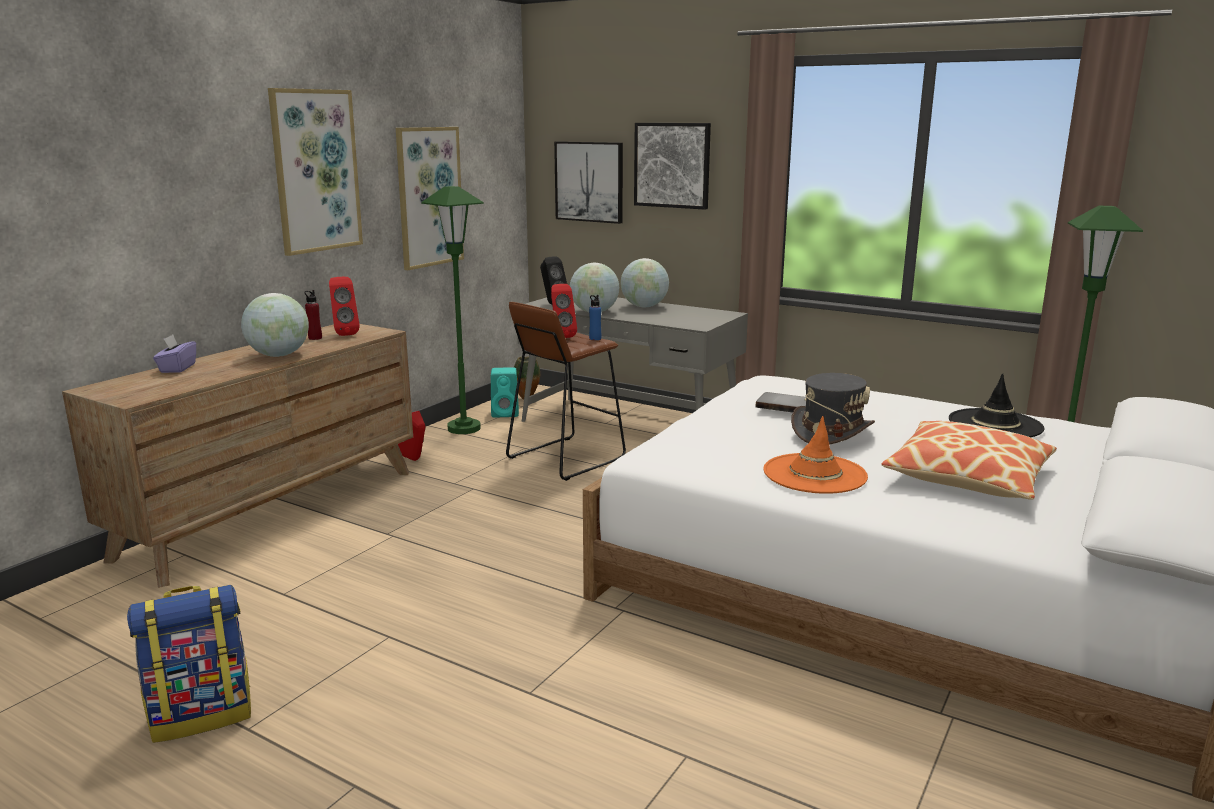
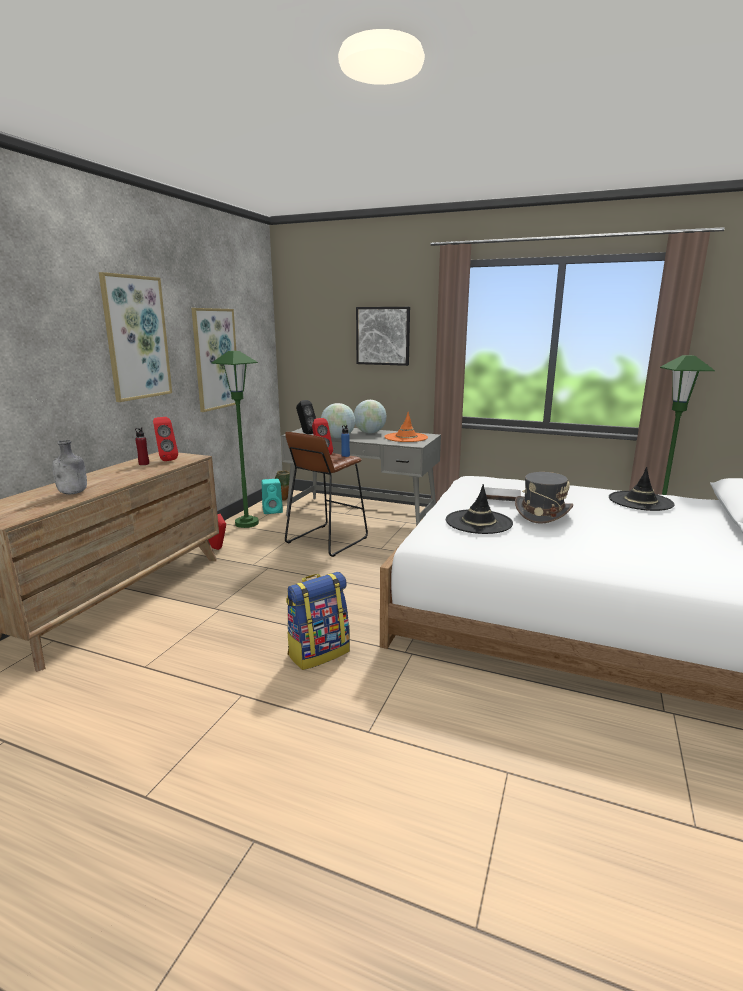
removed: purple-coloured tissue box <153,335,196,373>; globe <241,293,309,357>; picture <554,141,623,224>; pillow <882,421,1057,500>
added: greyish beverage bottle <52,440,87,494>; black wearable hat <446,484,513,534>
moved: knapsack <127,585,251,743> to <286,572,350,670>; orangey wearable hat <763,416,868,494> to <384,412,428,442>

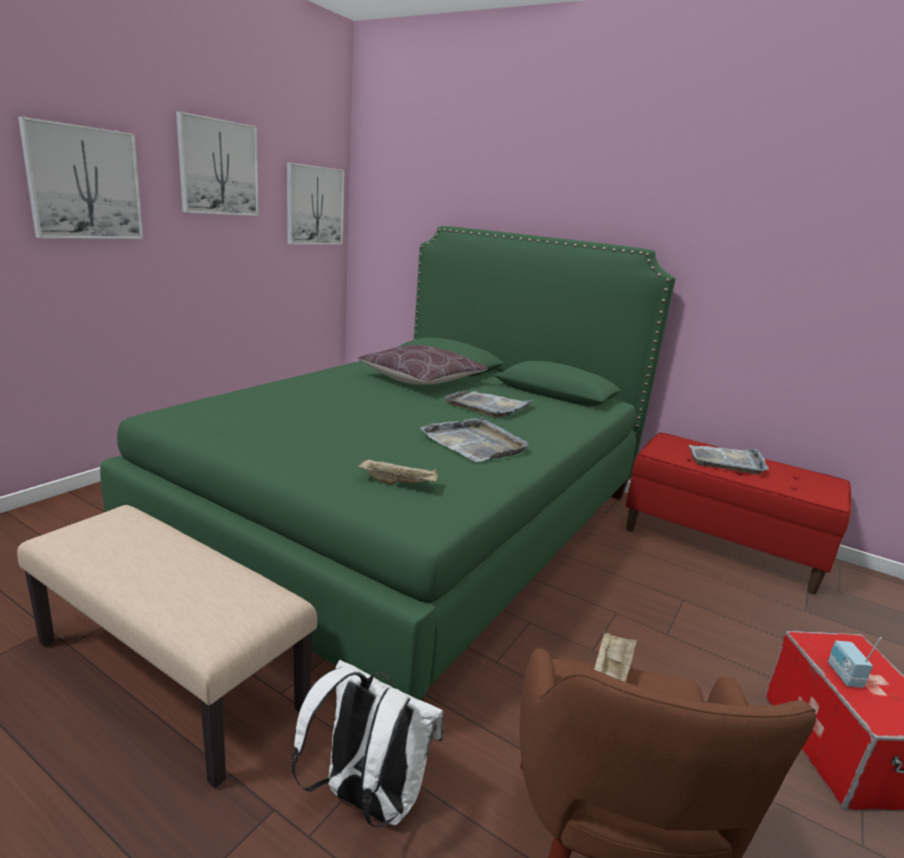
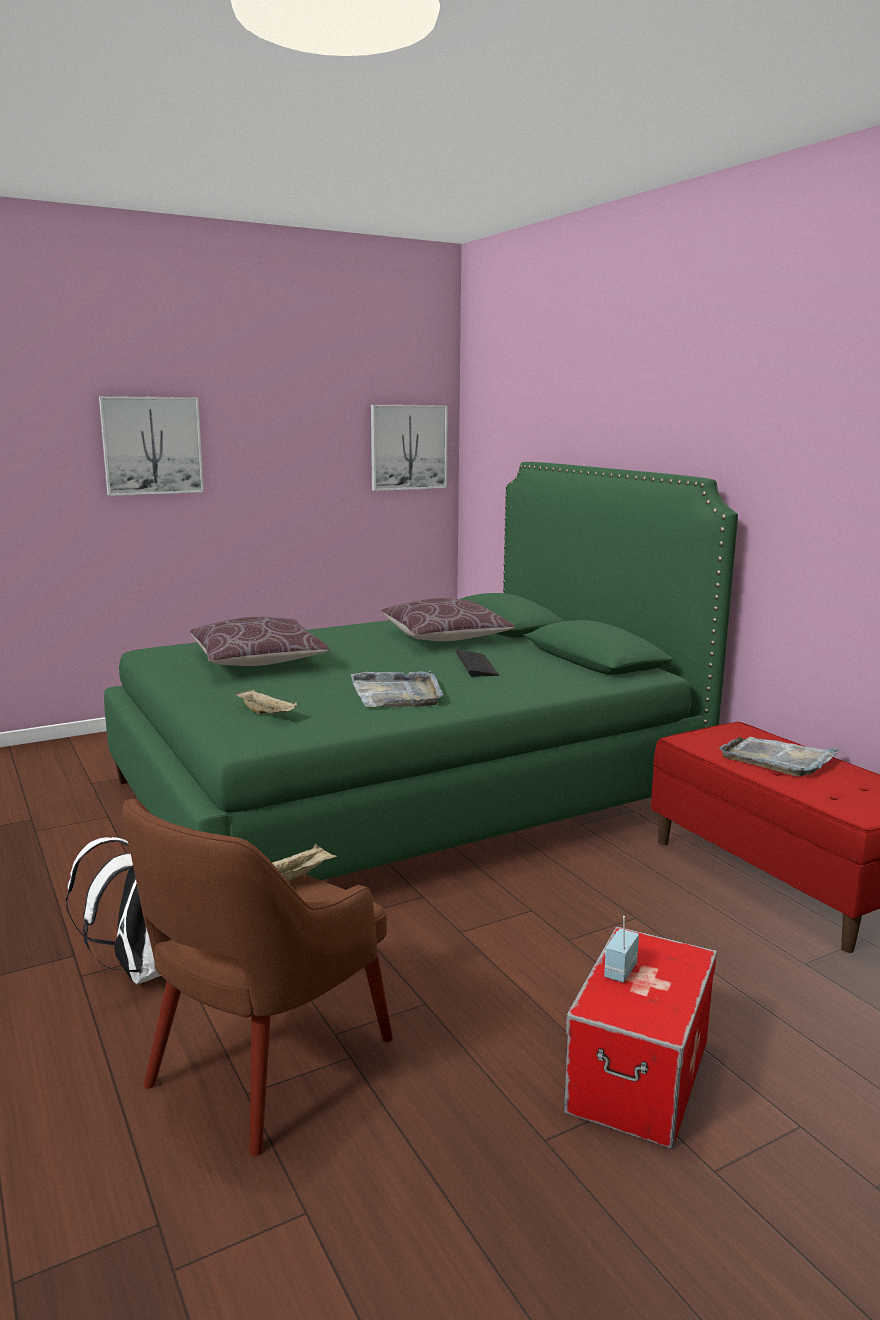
removed: sand-coloured bench <17,505,317,788>; picture <176,111,259,216>
added: brownish pillow <190,617,329,666>
replaced: greyish serving tray <444,390,533,418> to PC keyboard <455,650,499,677>

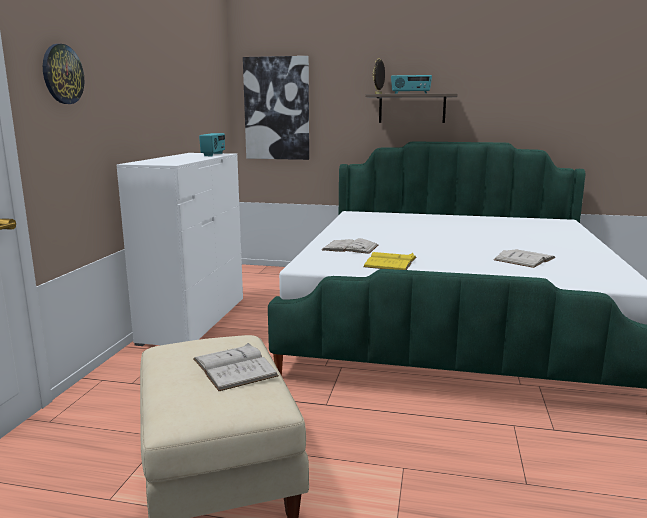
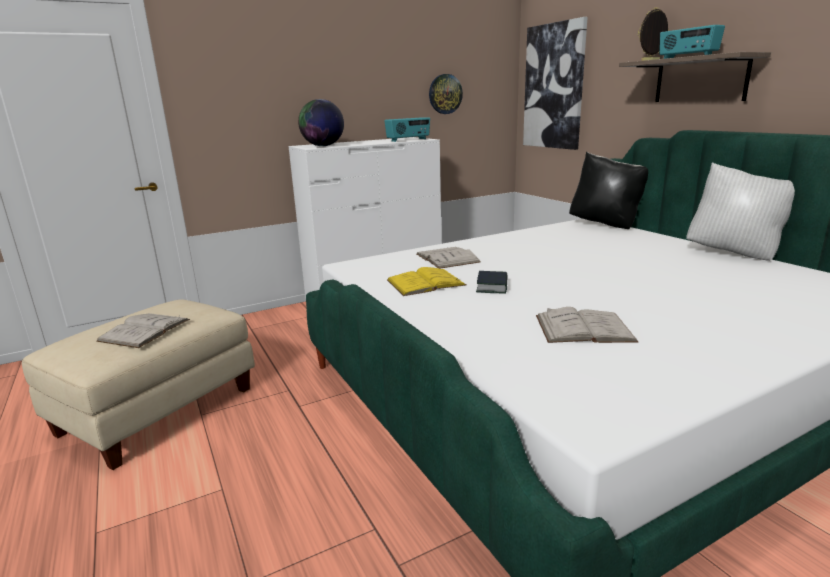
added: globe <298,99,344,146>; bound book <476,271,508,294>; black pillow <569,152,648,229>; white pillow <686,162,795,261>
moved: hanging clock <43,44,84,104> to <429,74,463,114>

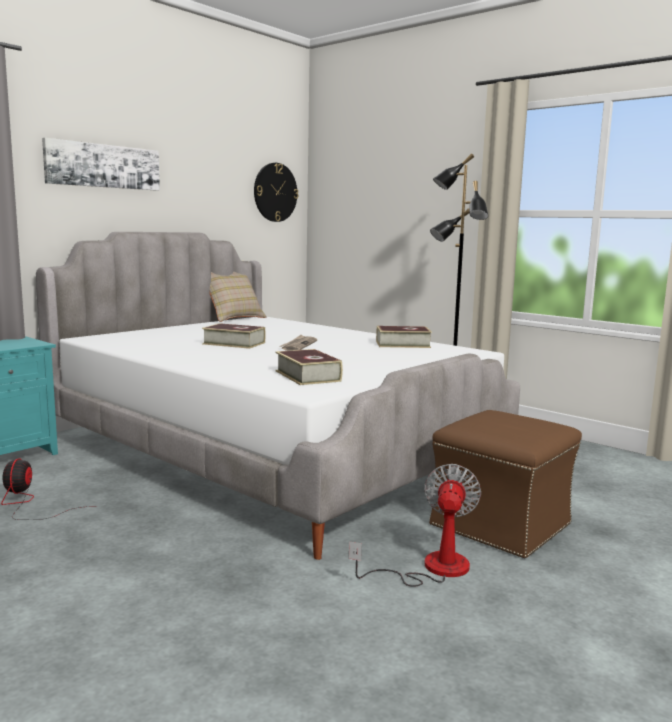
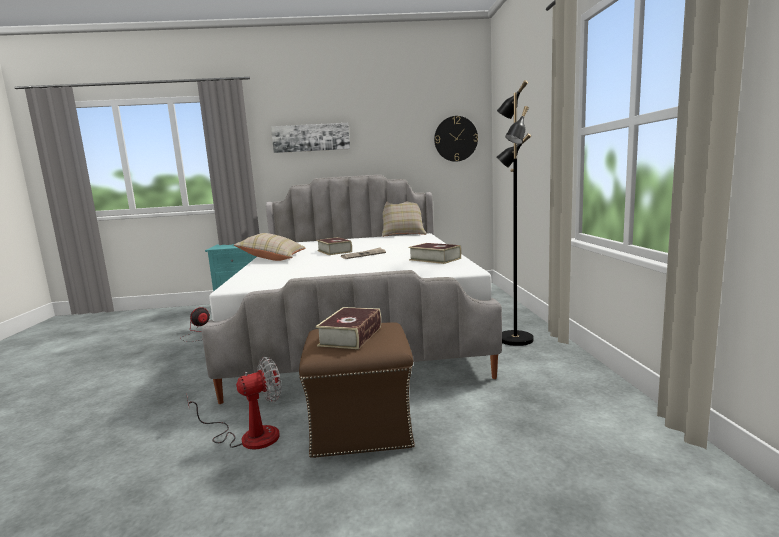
added: sand-coloured pillow <234,233,306,261>
moved: bound book <275,349,343,385> to <315,307,381,349>

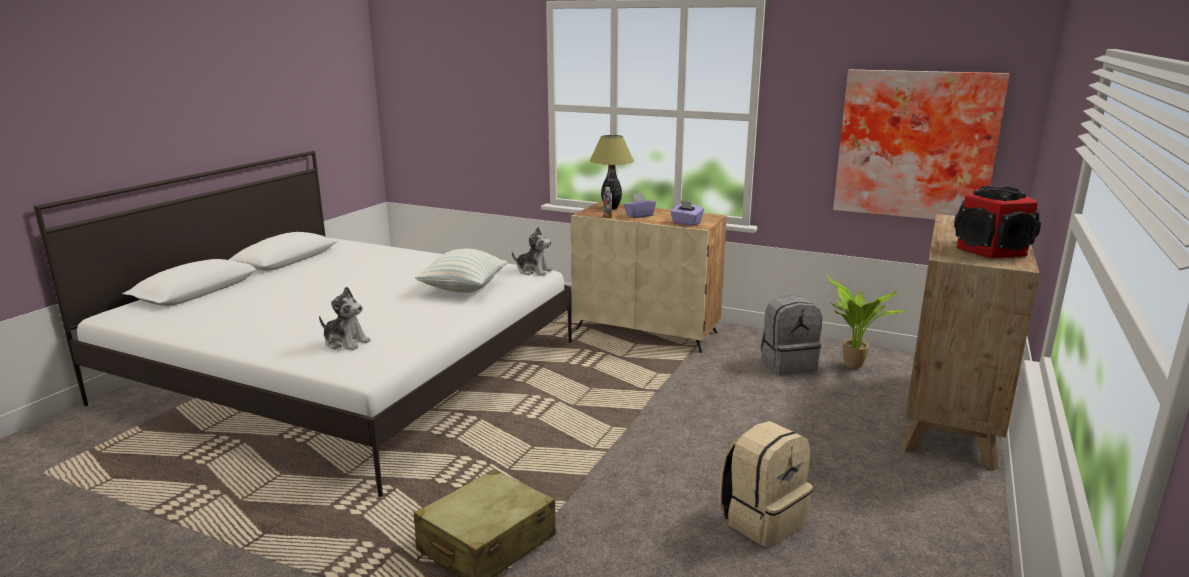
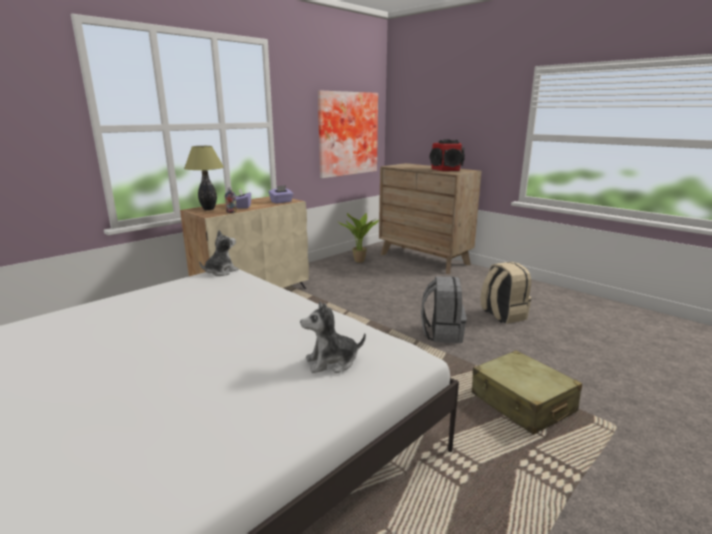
removed: pillow <415,249,507,293>
moved: greyish knapsack <760,295,822,375> to <421,276,467,343>
turned: plush toy <319,286,371,350> = <300,301,366,373> 150 degrees counterclockwise

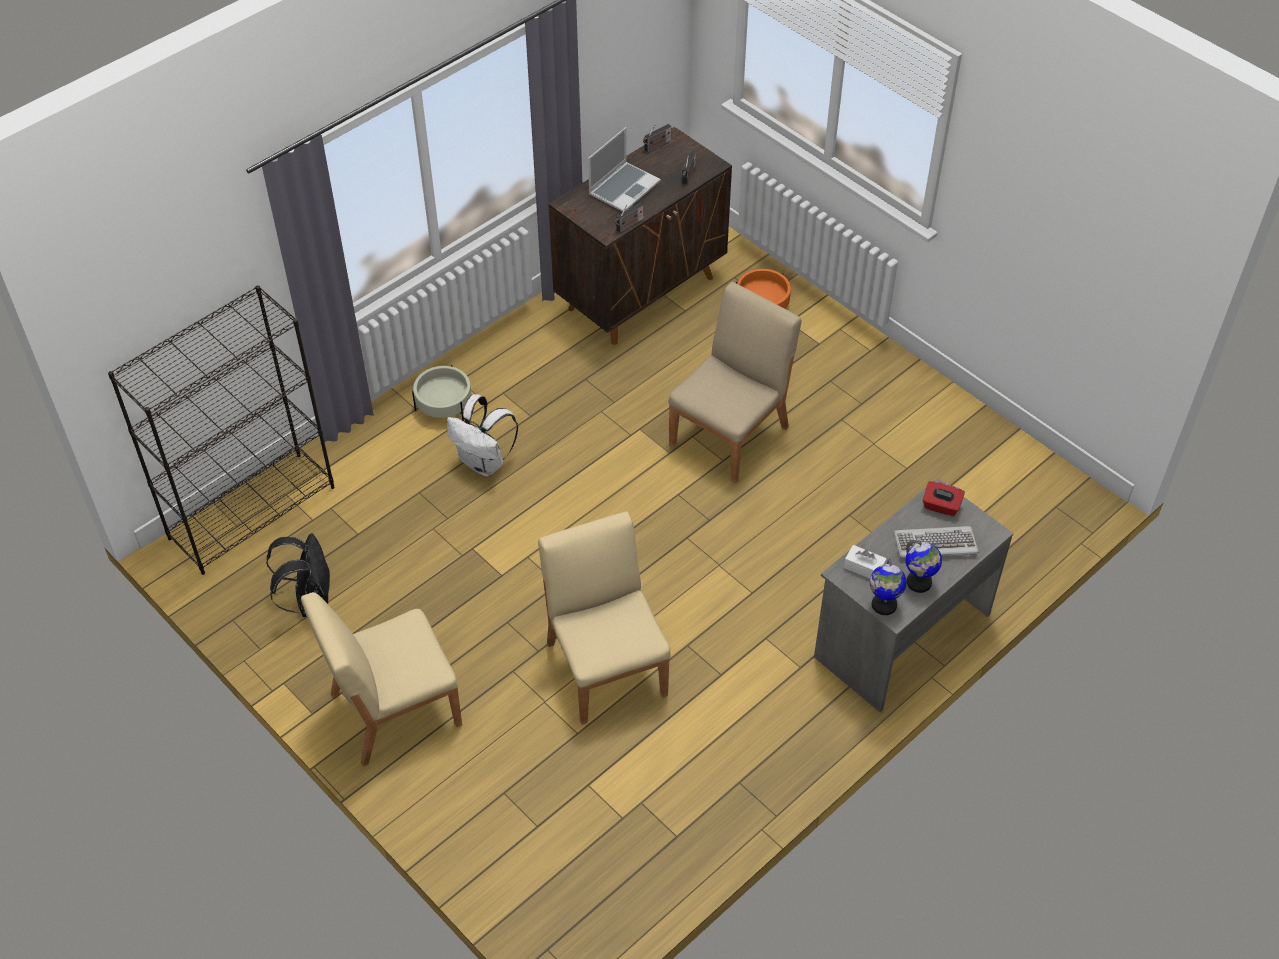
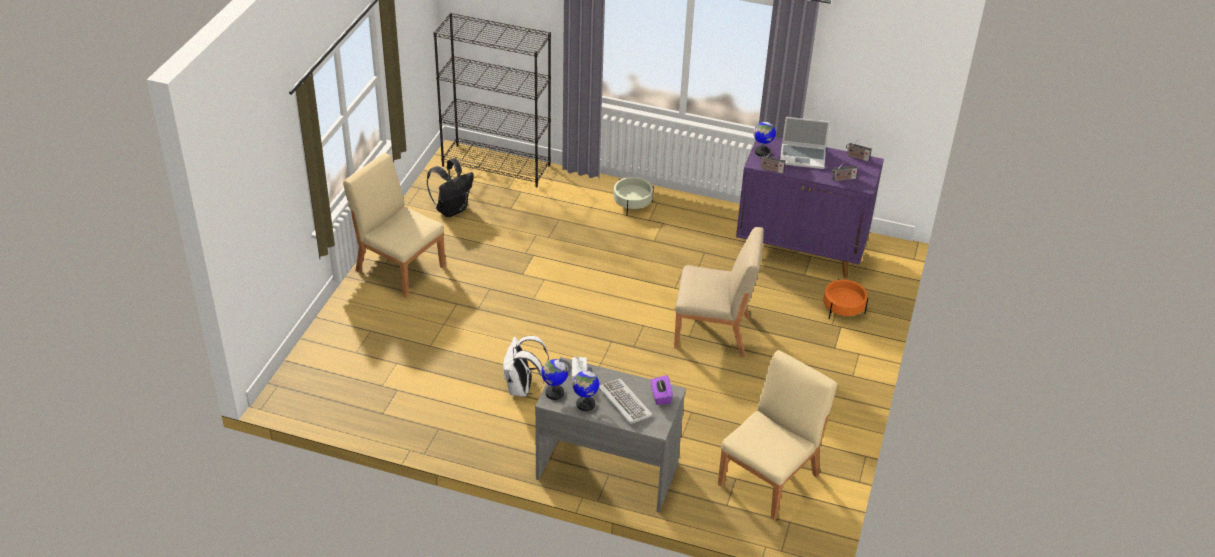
added: globe <753,119,776,157>
moved: white knapsack <447,394,518,477> to <502,336,549,397>; sand-coloured plain chair <538,511,671,725> to <718,350,837,520>
recoloured: brownish storage cabinet <549,127,732,345> to purple-coloured storage cabinet <736,137,884,278>; red tissue box <923,481,965,516> to purple-coloured tissue box <651,375,673,405>

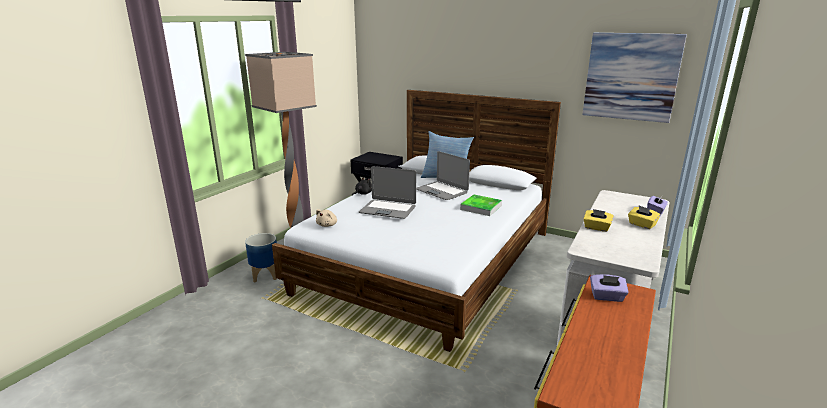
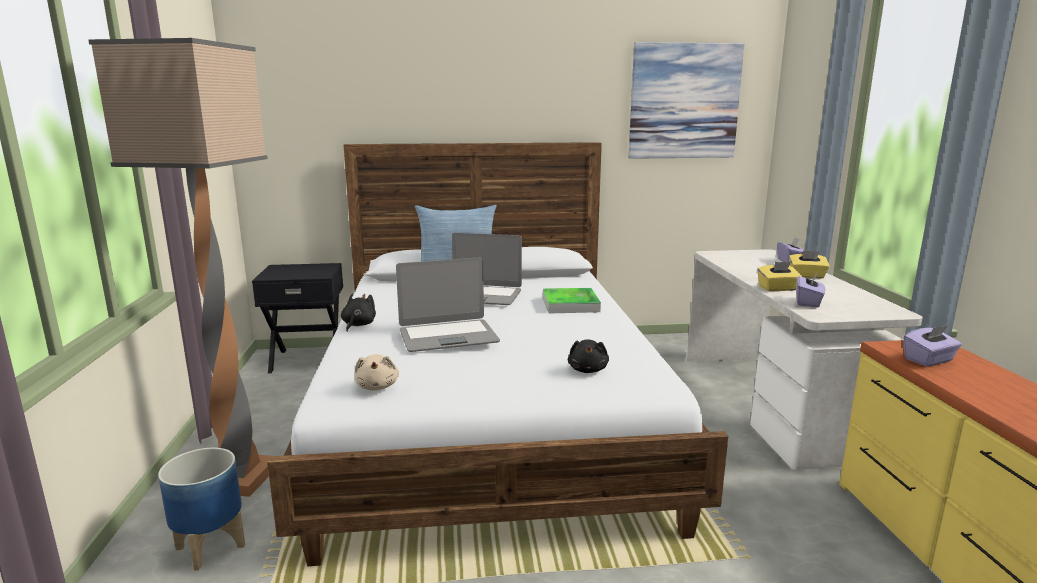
added: black plush toy <568,340,609,373>; purple-coloured tissue box <796,271,825,308>

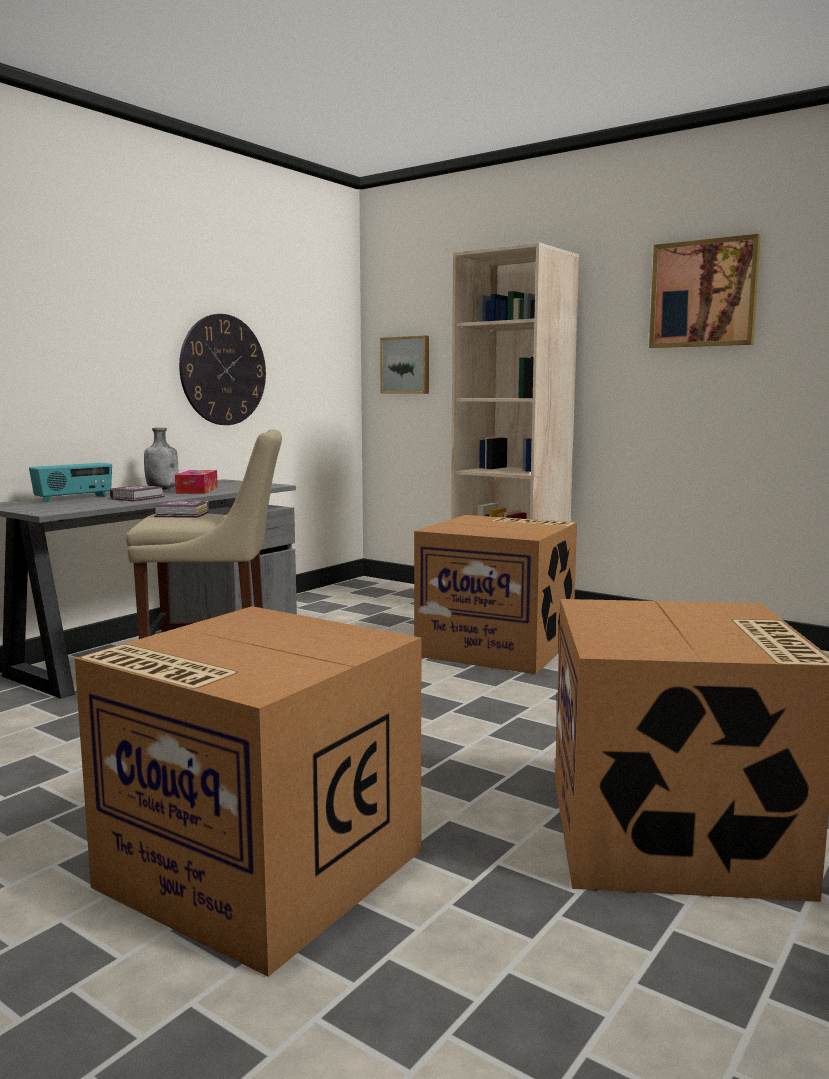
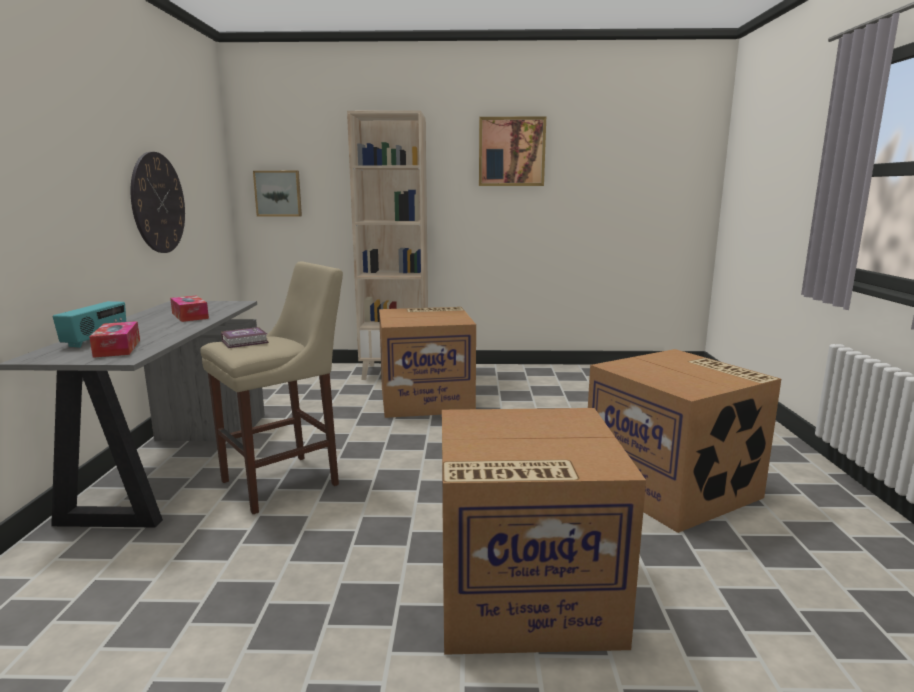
removed: bound book <110,485,165,501>; greyish beverage bottle <144,428,178,490>
added: tissue box <89,321,140,358>

